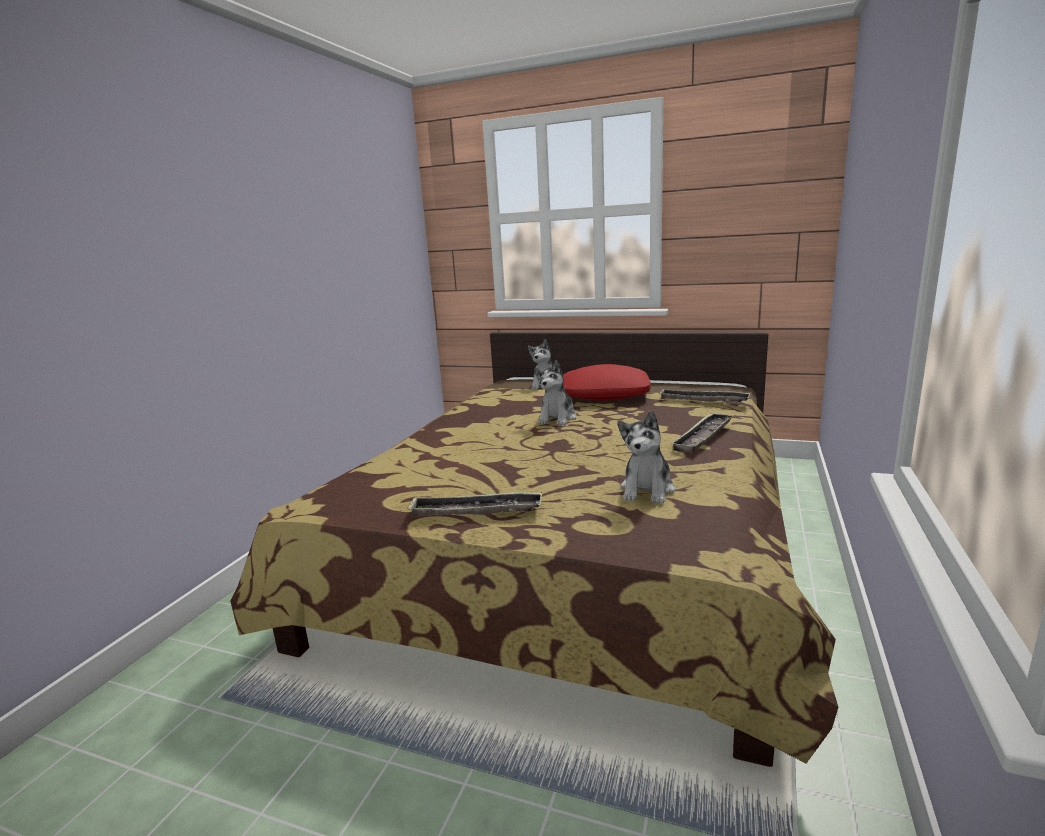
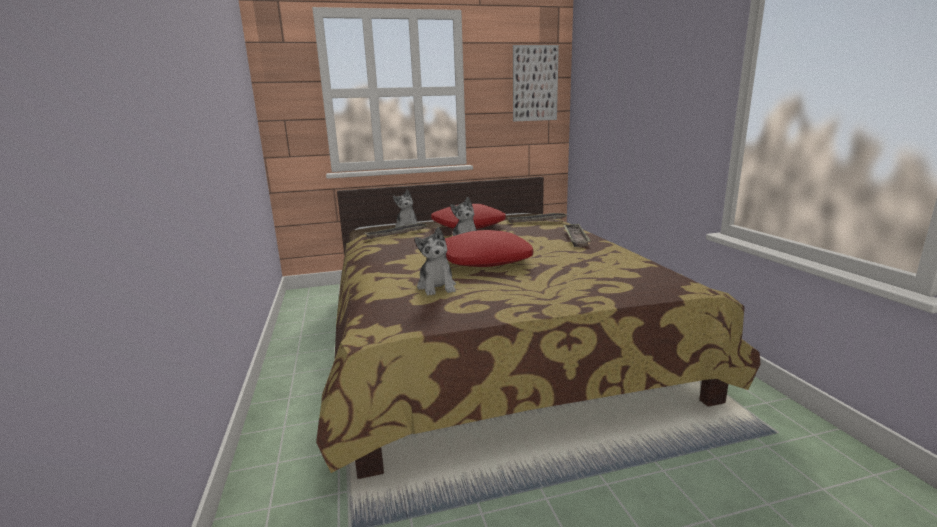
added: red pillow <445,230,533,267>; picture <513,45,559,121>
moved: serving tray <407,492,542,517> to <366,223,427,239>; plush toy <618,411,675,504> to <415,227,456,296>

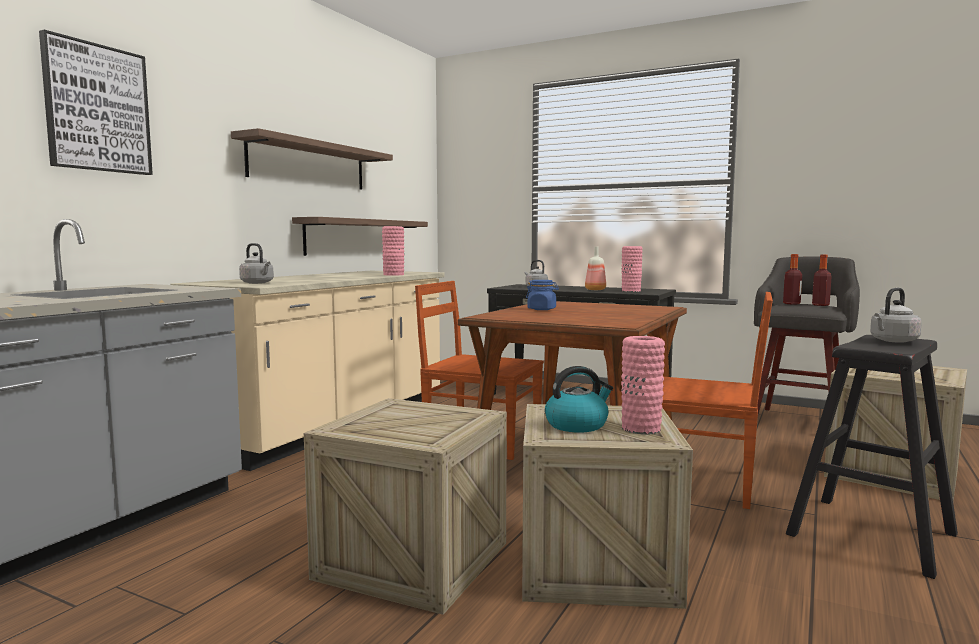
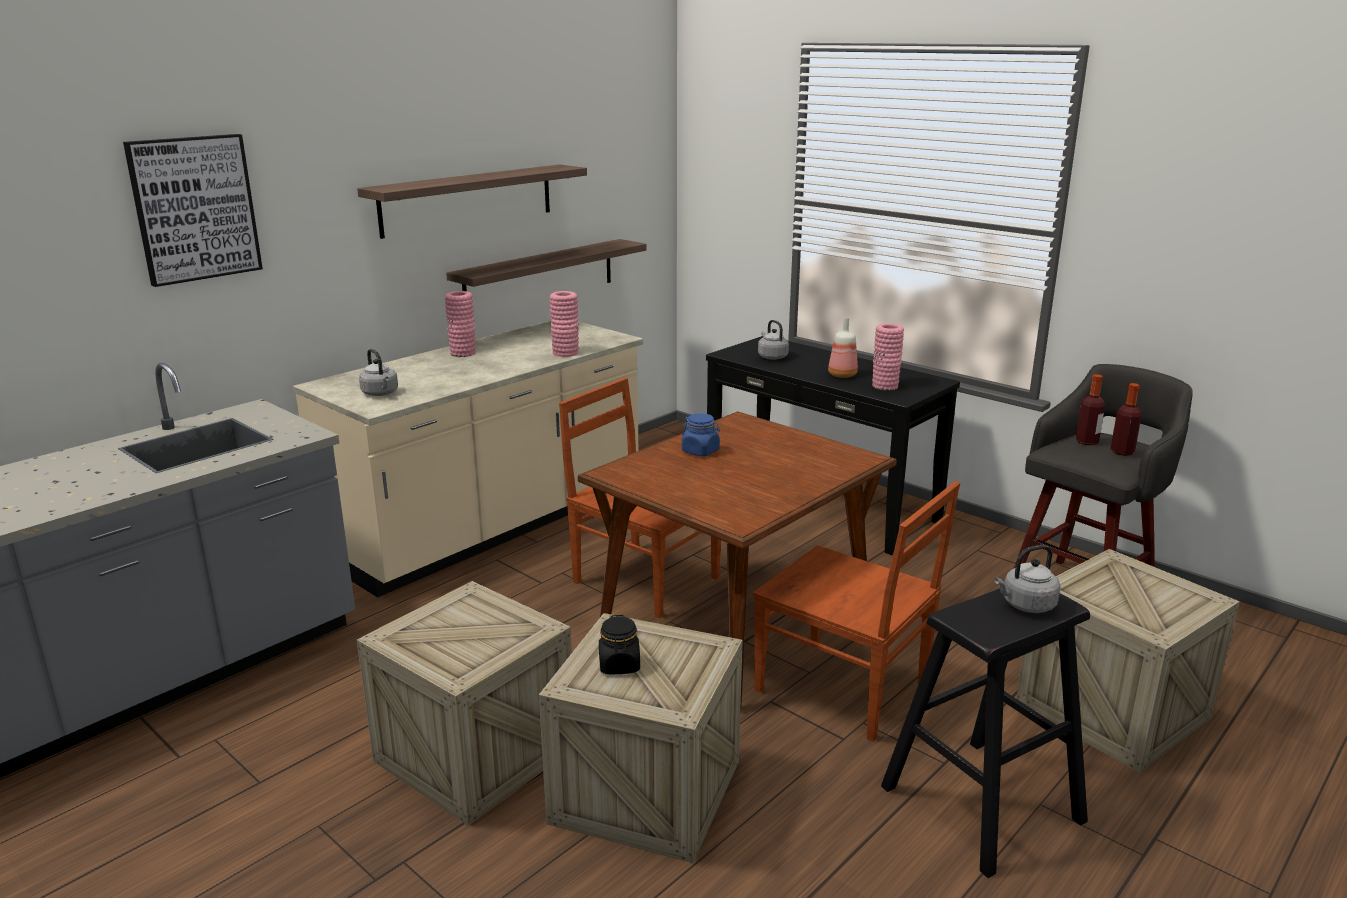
moved: pink vase <621,336,665,434> to <445,291,476,357>
replaced: tea kettle <545,366,613,432> to black jar <599,615,640,674>

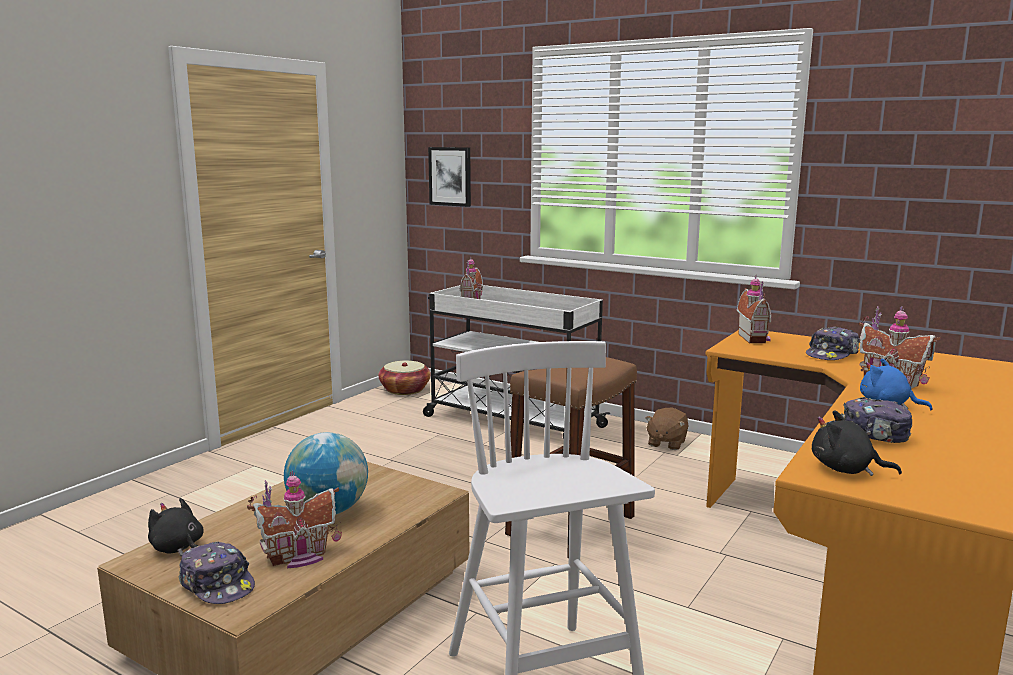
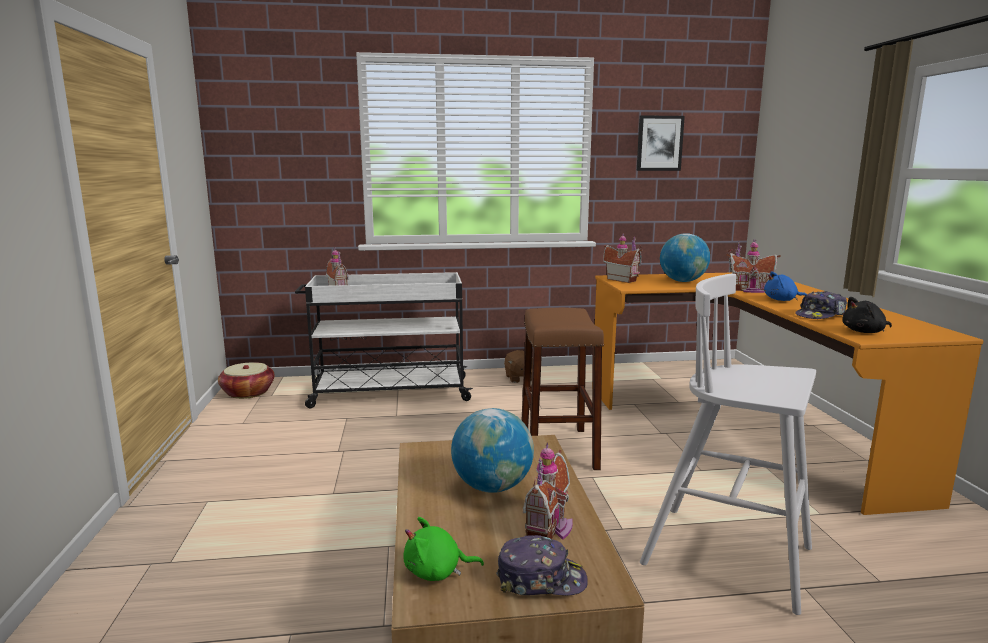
moved: picture <428,147,471,207> to <637,115,685,171>
replaced: cap <806,326,860,360> to globe <660,233,710,282>
recoloured: black plush toy <148,498,204,556> to green-coloured plush toy <403,517,484,581>

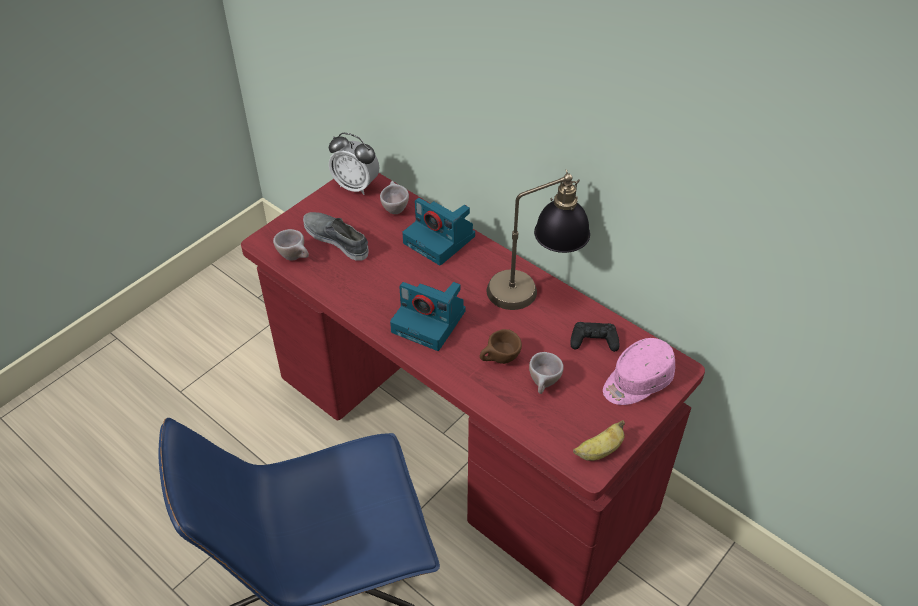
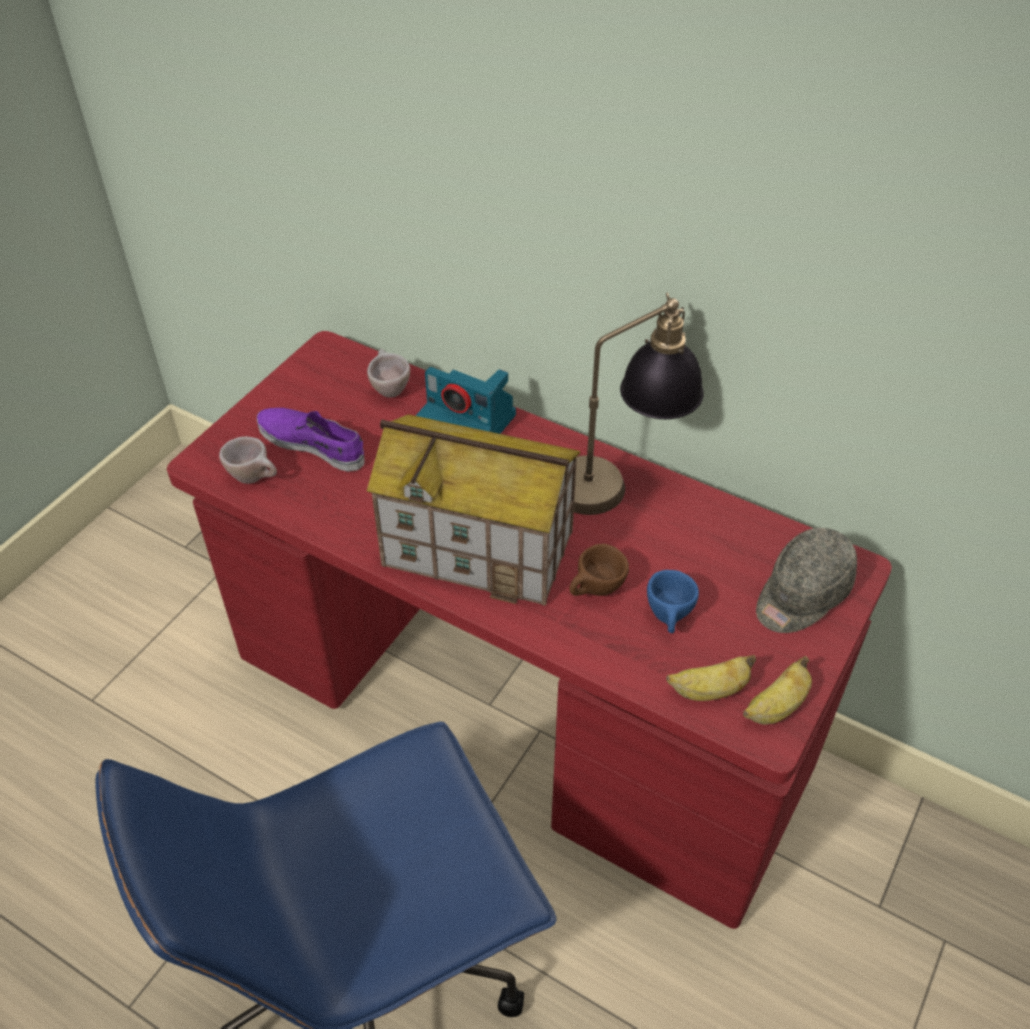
removed: bedside clock <329,133,380,195>; black game controller <570,322,619,352>
added: whole banana <666,655,756,701>
replaced: photo camera <390,282,465,351> to miniature house <367,414,580,606>
recoloured: greyish low shoe <303,212,369,261> to purple-coloured low shoe <257,408,365,472>; sand-coloured cup <529,352,564,394> to blue-coloured cup <647,570,699,633>; pink cap <603,338,675,405> to greyish cap <756,528,857,633>

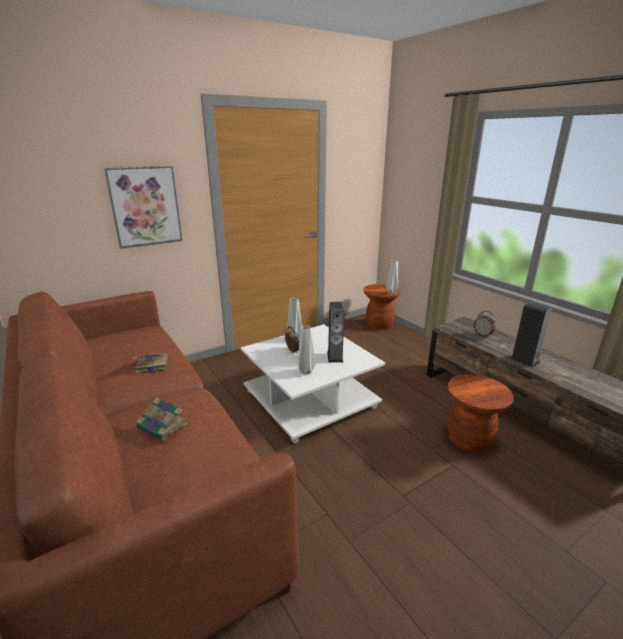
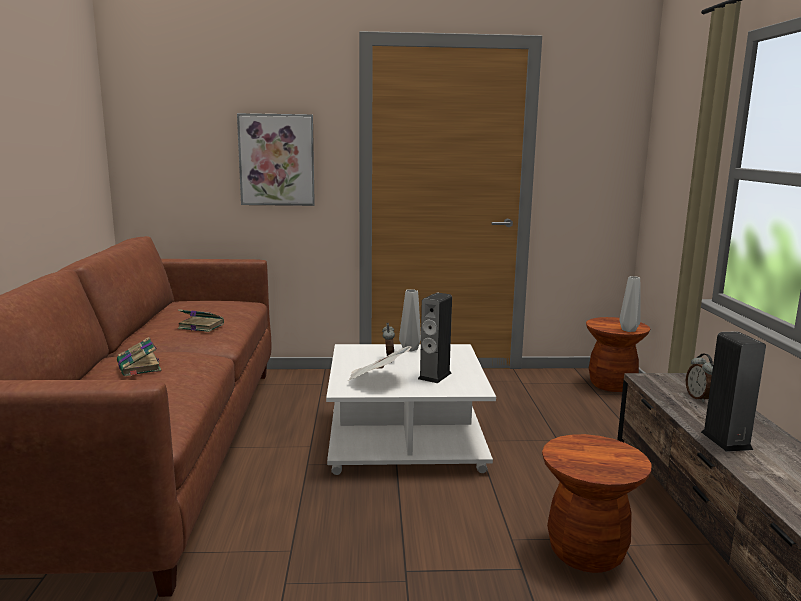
replaced: greyish vase <298,325,315,374> to daily paper <348,346,411,381>

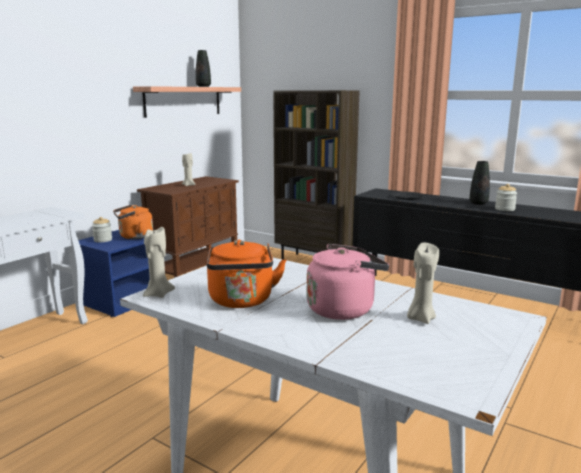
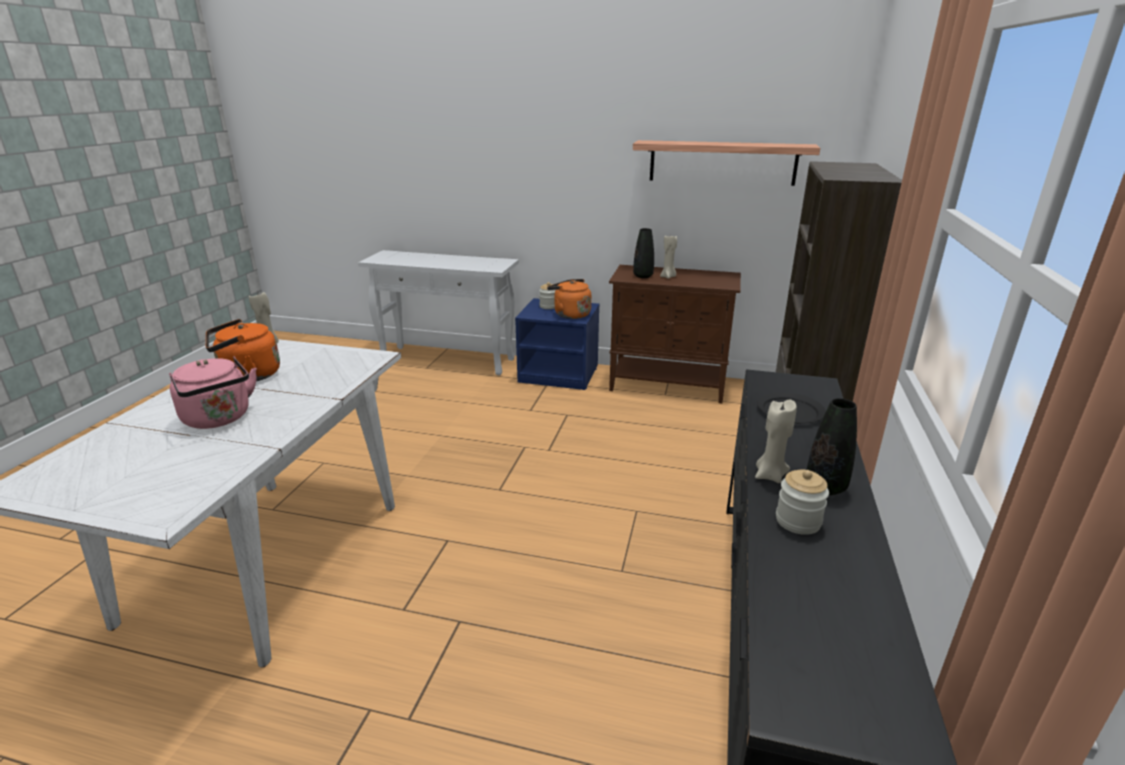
moved: black vase <196,50,211,87> to <633,228,654,278>; sand-coloured candle <407,243,439,324> to <755,399,797,483>

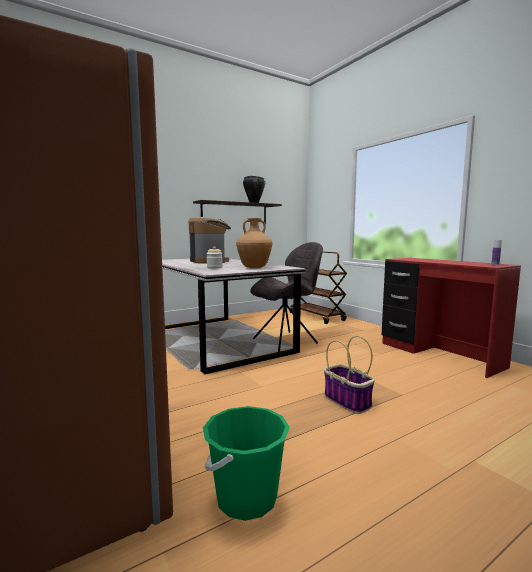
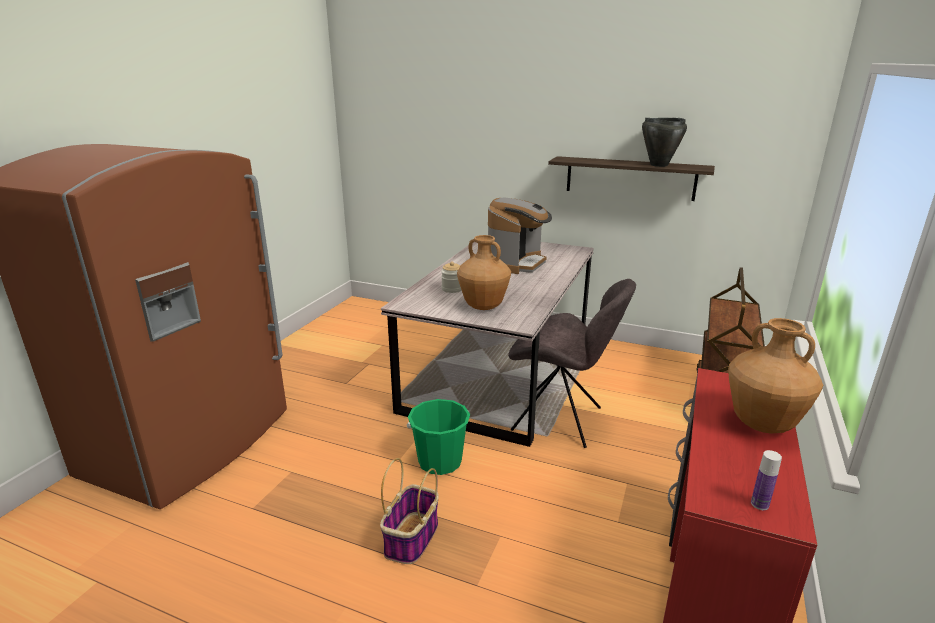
added: brownish vase <728,318,823,433>
moved: green-coloured pail <203,406,290,521> to <407,399,470,475>

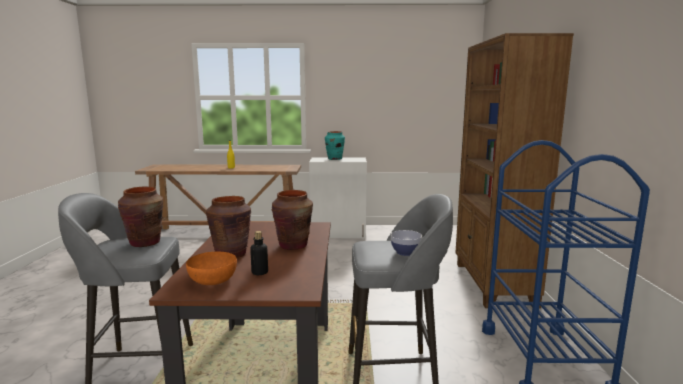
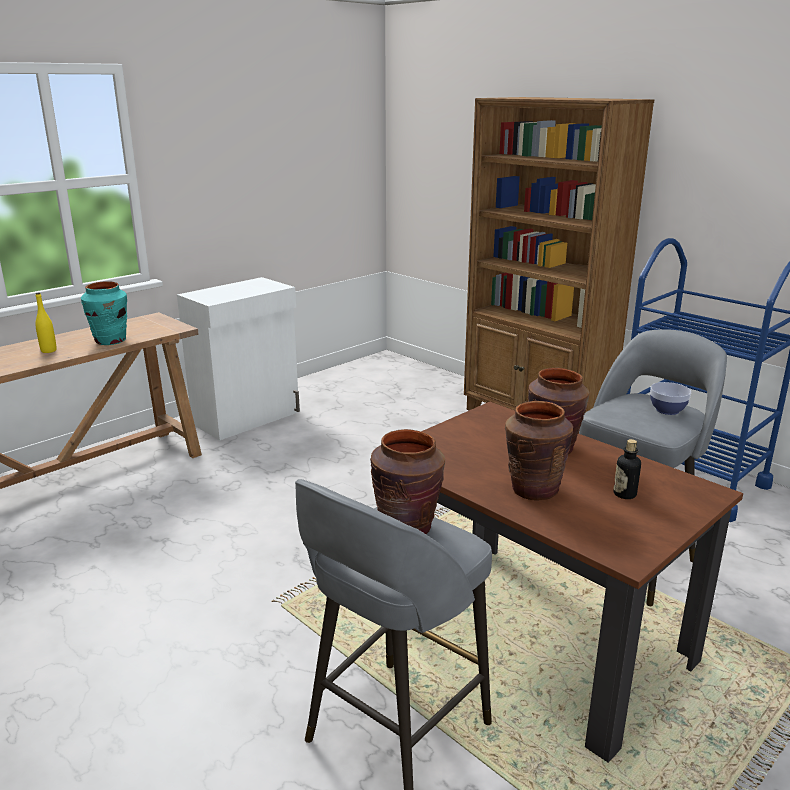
removed: orangey bowl <186,252,237,285>
moved: blue-green vase <325,131,345,160> to <81,281,127,345>

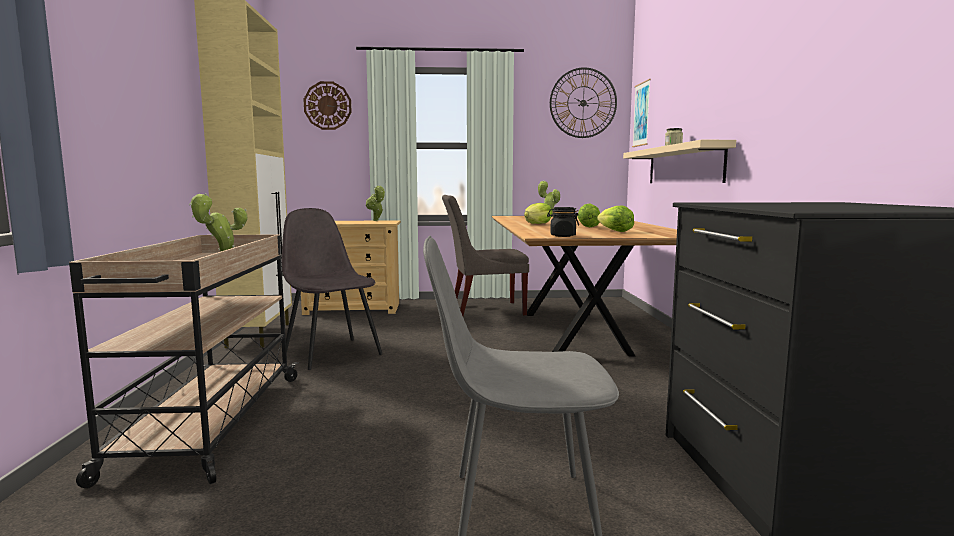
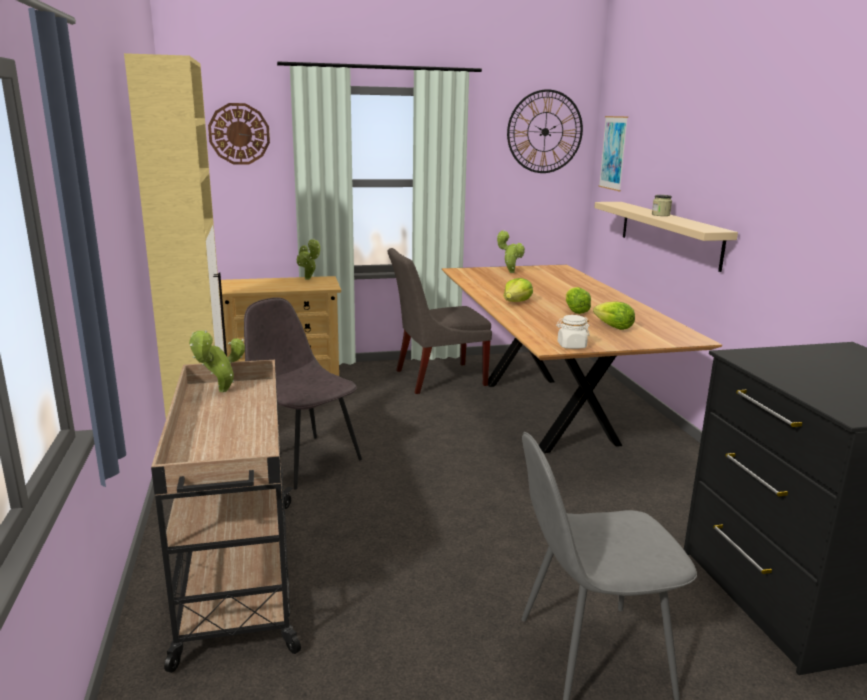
recoloured: black jar <547,207,579,237> to white jar <556,315,590,349>

